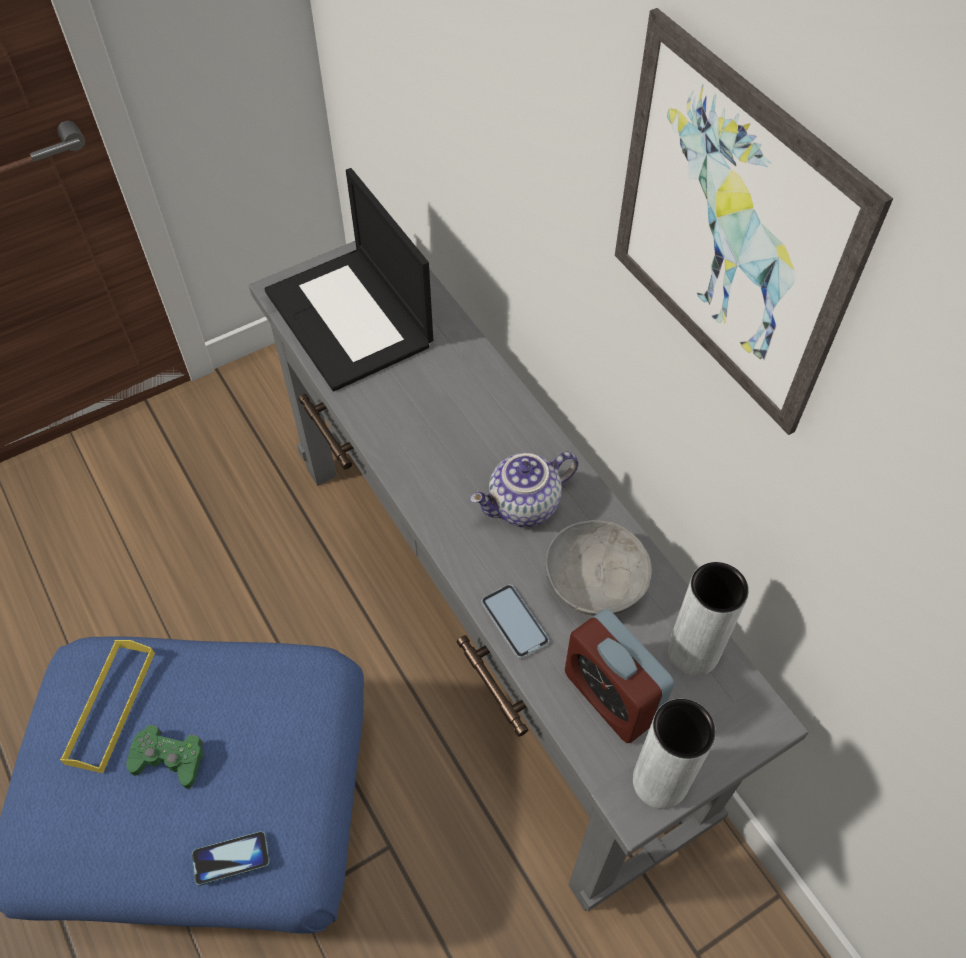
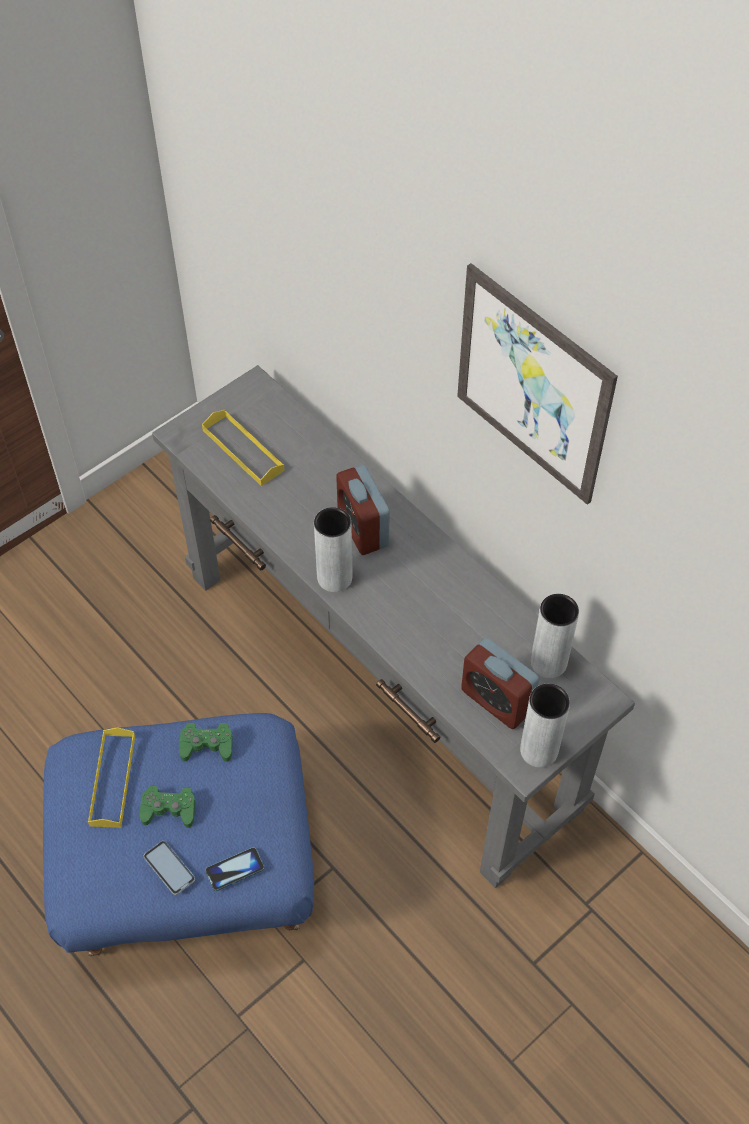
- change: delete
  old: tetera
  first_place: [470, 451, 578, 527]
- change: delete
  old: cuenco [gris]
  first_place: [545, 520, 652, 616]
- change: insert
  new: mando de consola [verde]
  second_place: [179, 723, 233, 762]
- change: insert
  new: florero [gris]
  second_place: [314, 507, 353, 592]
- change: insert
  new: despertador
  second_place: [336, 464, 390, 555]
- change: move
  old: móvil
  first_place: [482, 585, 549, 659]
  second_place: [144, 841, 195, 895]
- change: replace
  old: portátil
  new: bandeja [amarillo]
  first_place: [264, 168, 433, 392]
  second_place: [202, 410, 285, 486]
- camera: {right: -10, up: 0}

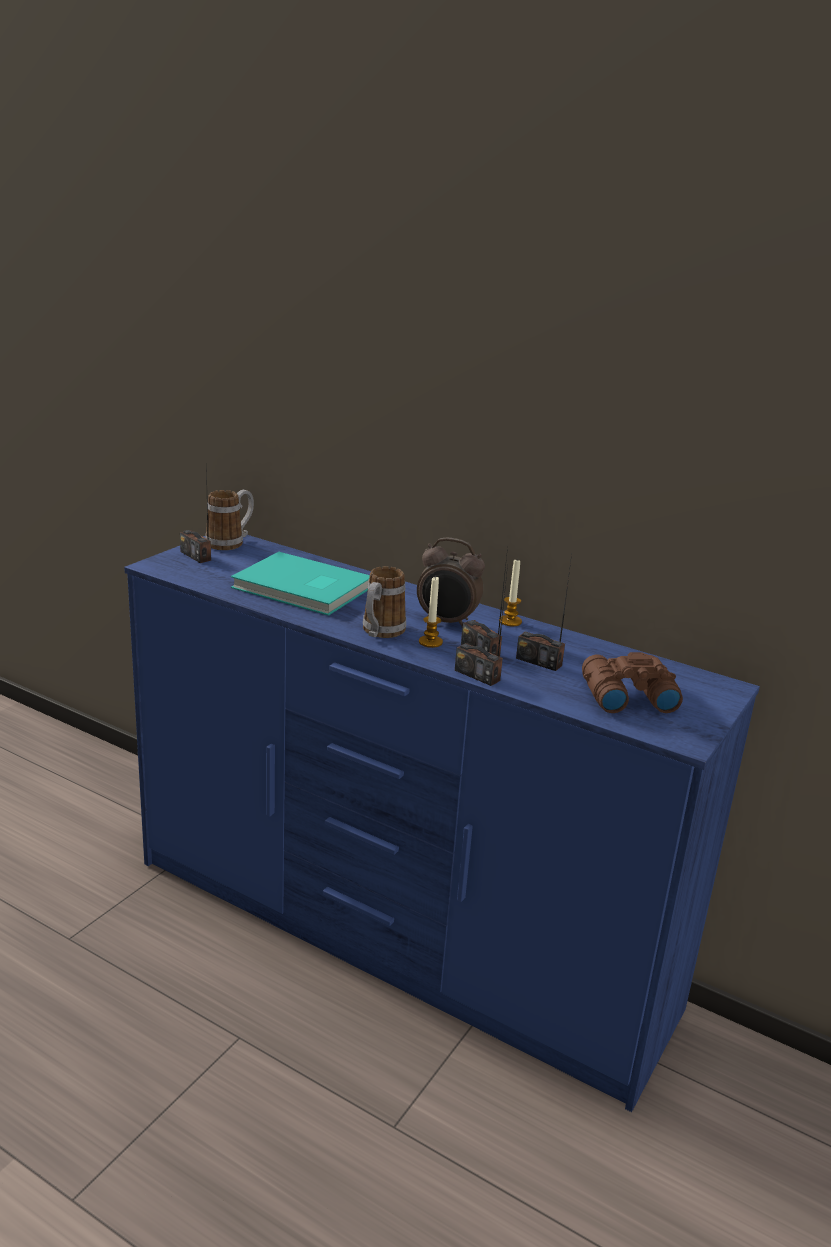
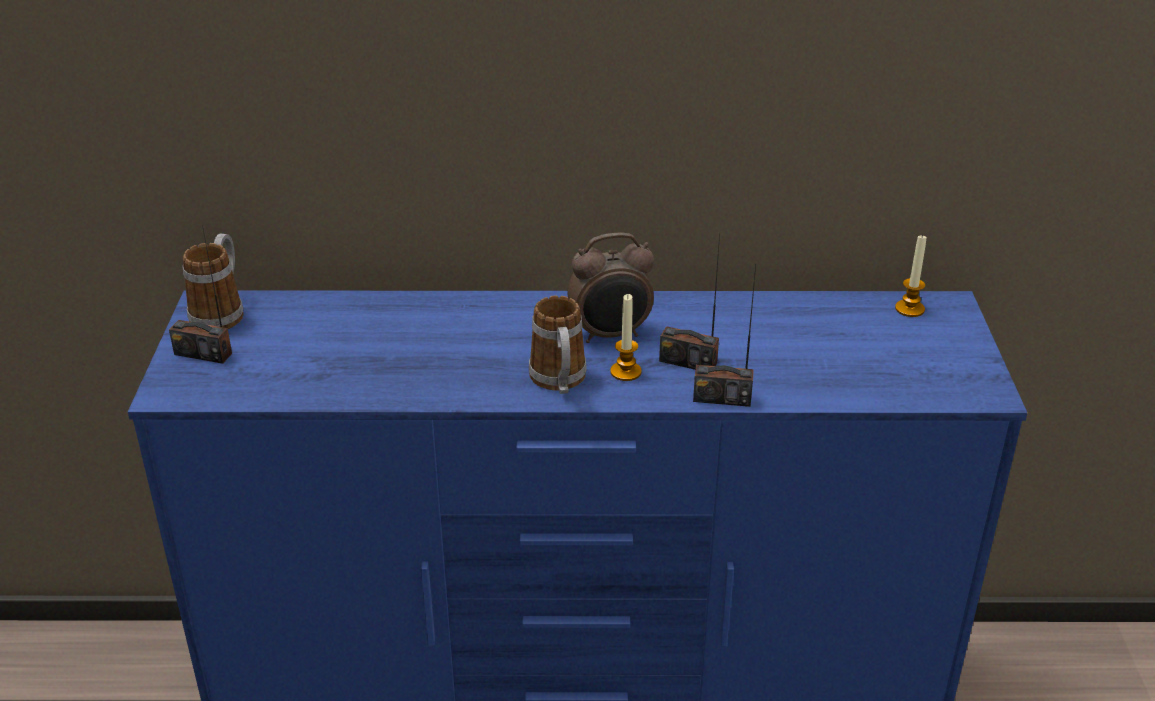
- change: delete
  old: libro [turquesa]
  first_place: [231, 552, 370, 616]
- change: delete
  old: radio
  first_place: [516, 554, 572, 671]
- change: delete
  old: prismáticos [marrón]
  first_place: [582, 652, 683, 713]
- change: move
  old: vela
  first_place: [499, 558, 522, 626]
  second_place: [895, 234, 927, 317]
- camera: {right: -30, up: 10}

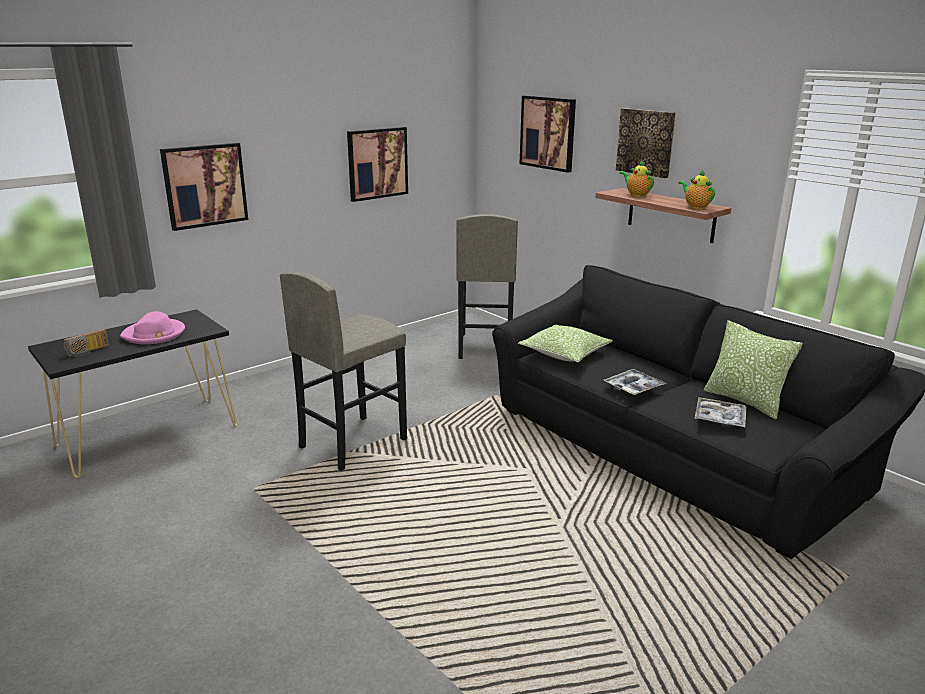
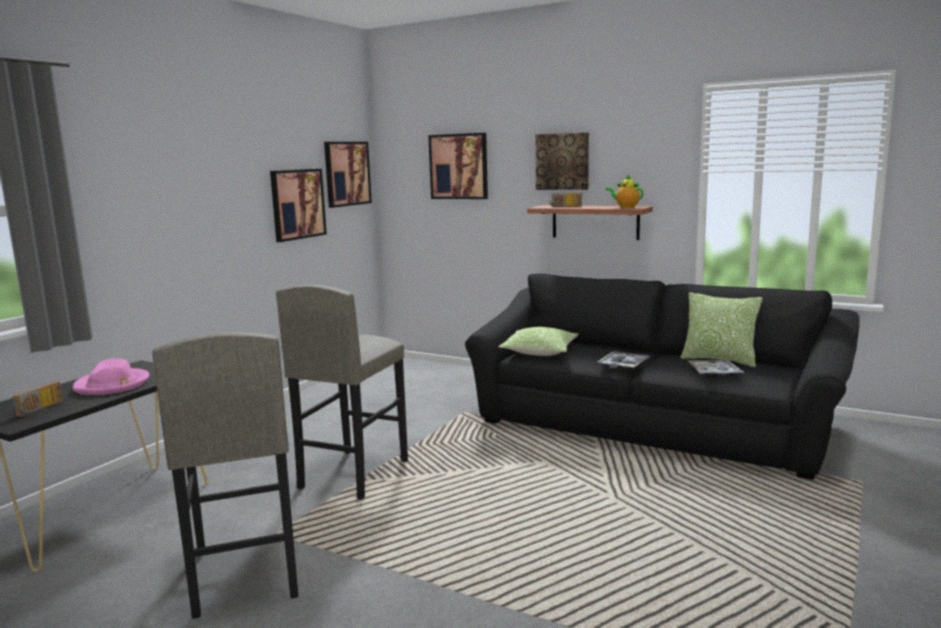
- change: move
  old: cuadro
  first_place: [160, 143, 248, 231]
  second_place: [324, 142, 372, 208]
- change: move
  old: taburete [gris]
  first_place: [456, 214, 518, 359]
  second_place: [152, 332, 298, 619]
- change: replace
  old: tetera
  new: radio
  first_place: [620, 160, 654, 197]
  second_place: [550, 193, 582, 207]
- camera: {right: -20, up: -10}

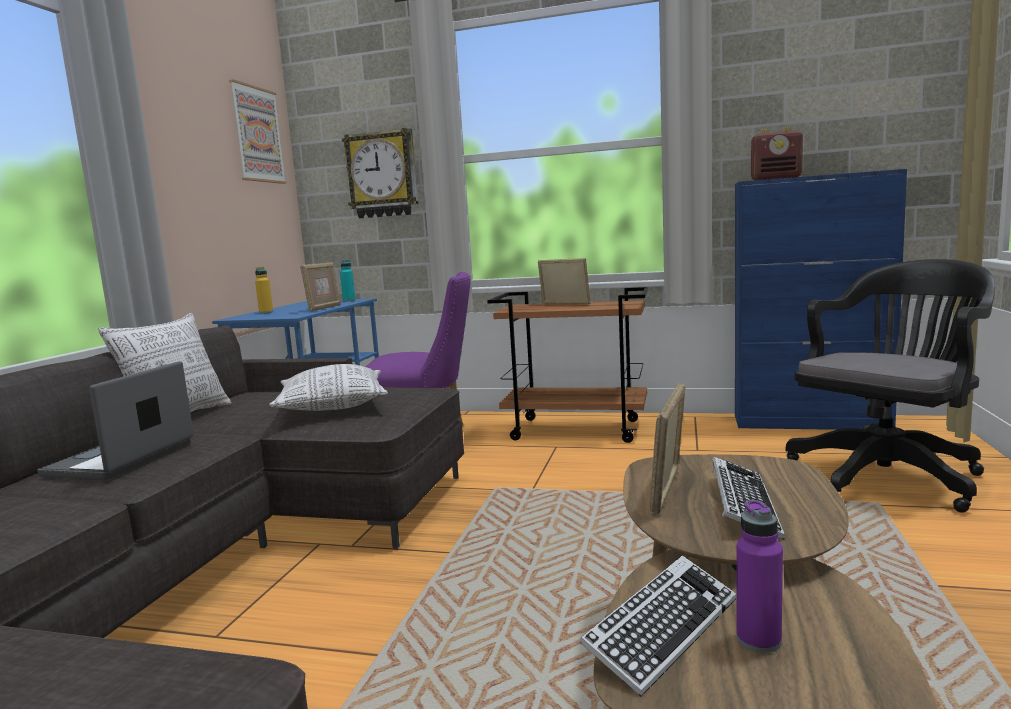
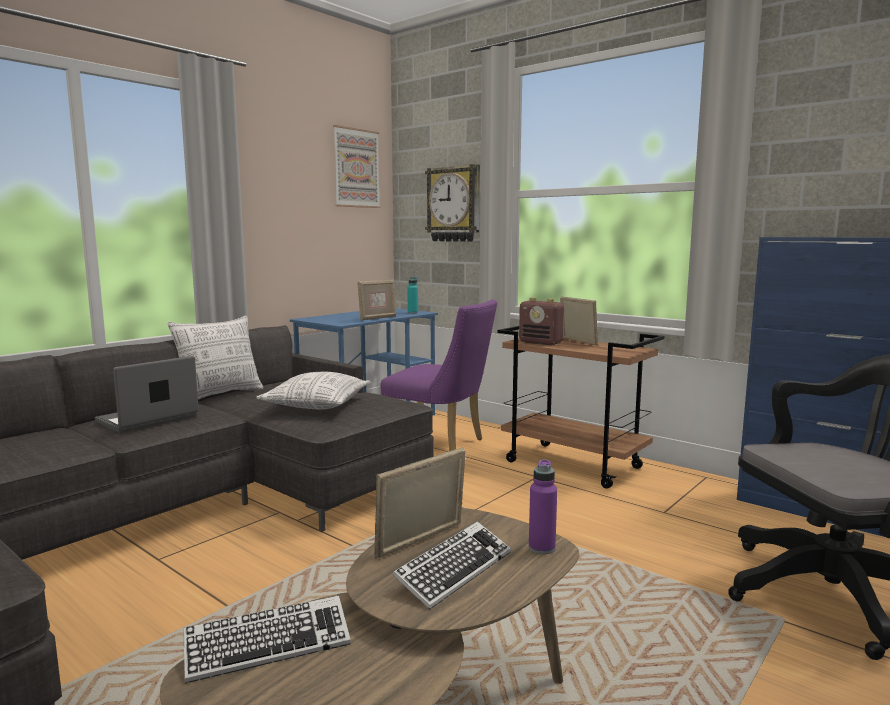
- change: delete
  old: botella [amarillo]
  first_place: [255, 267, 273, 314]
- change: move
  old: botella [morado]
  first_place: [736, 500, 783, 653]
  second_place: [529, 459, 557, 554]
- change: move
  old: radio
  first_place: [751, 127, 803, 180]
  second_place: [519, 298, 564, 345]
- camera: {right: 25, up: 0}

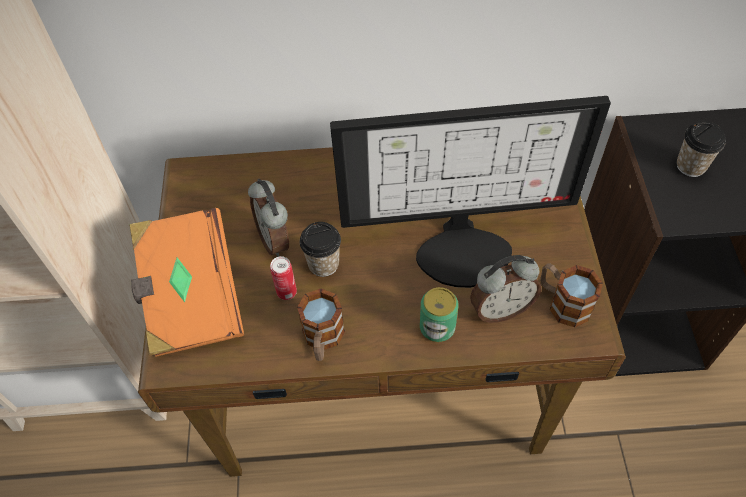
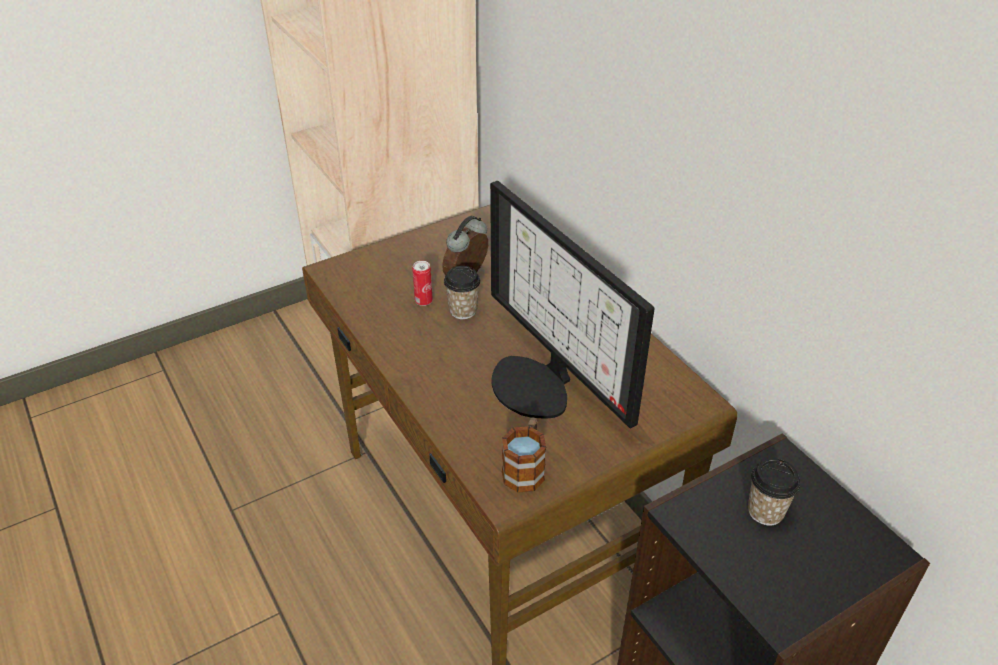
- change: delete
  old: libro [naranja]
  first_place: [129, 208, 244, 357]
- change: delete
  old: taza grande
  first_place: [297, 288, 345, 361]
- change: delete
  old: lata
  first_place: [420, 287, 459, 342]
- change: delete
  old: despertador
  first_place: [470, 255, 541, 323]
- camera: {right: 60, up: -15}

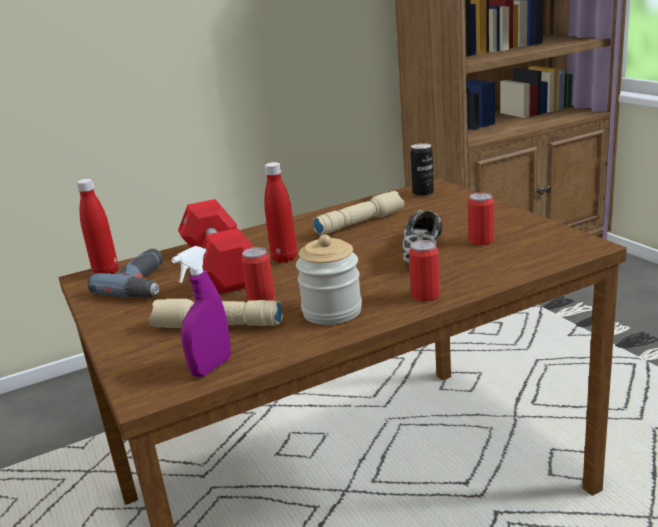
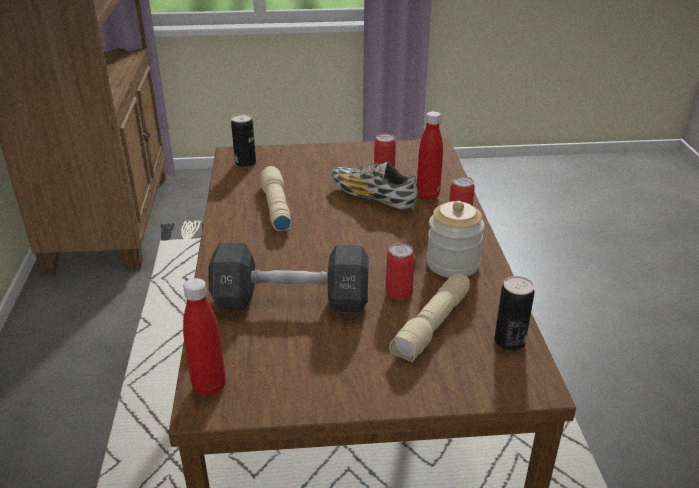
- change: delete
  old: taladro
  first_place: [87, 249, 163, 298]
- change: move
  old: botella [rojo]
  first_place: [264, 162, 297, 263]
  second_place: [417, 111, 443, 200]
- change: replace
  old: pulverizador [morado]
  new: lata
  first_place: [171, 246, 231, 377]
  second_place: [494, 276, 535, 351]
- change: recolor
  old: mancuerna [rojo]
  new: mancuerna [negro]
  first_place: [178, 199, 254, 294]
  second_place: [208, 243, 369, 313]
- camera: {right: -70, up: 10}

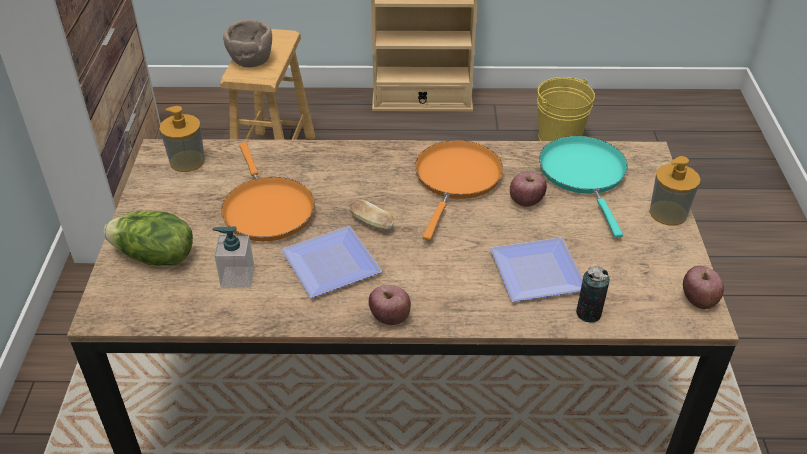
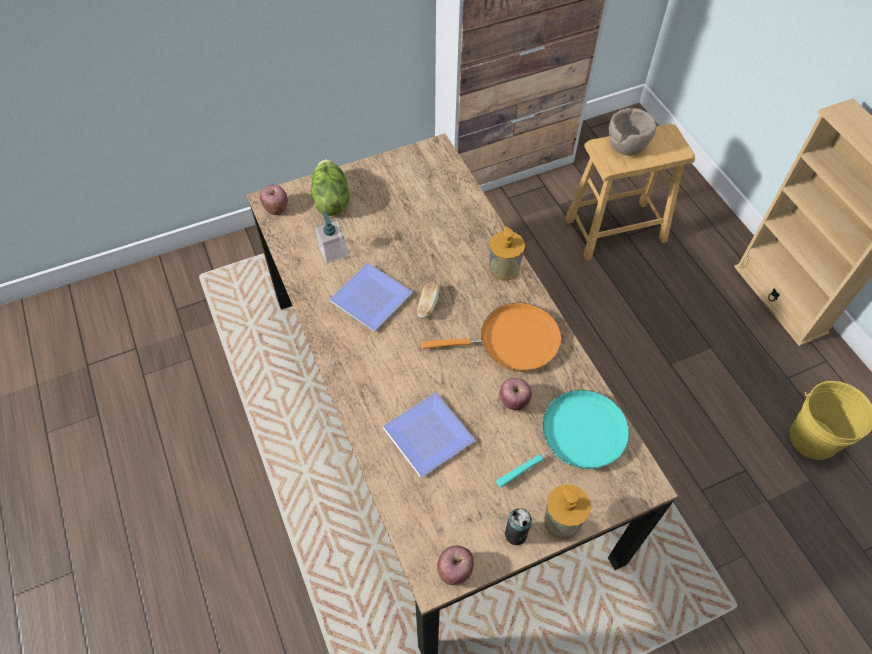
- change: delete
  old: sartén [naranja]
  first_place: [221, 142, 315, 241]
- change: move
  old: dispensador de jabón
  first_place: [159, 106, 205, 172]
  second_place: [489, 226, 525, 281]
- change: move
  old: manzana
  first_place: [369, 285, 411, 325]
  second_place: [260, 185, 288, 215]
- change: move
  old: lata
  first_place: [576, 266, 610, 323]
  second_place: [505, 508, 532, 545]
- camera: {right: 65, up: 15}

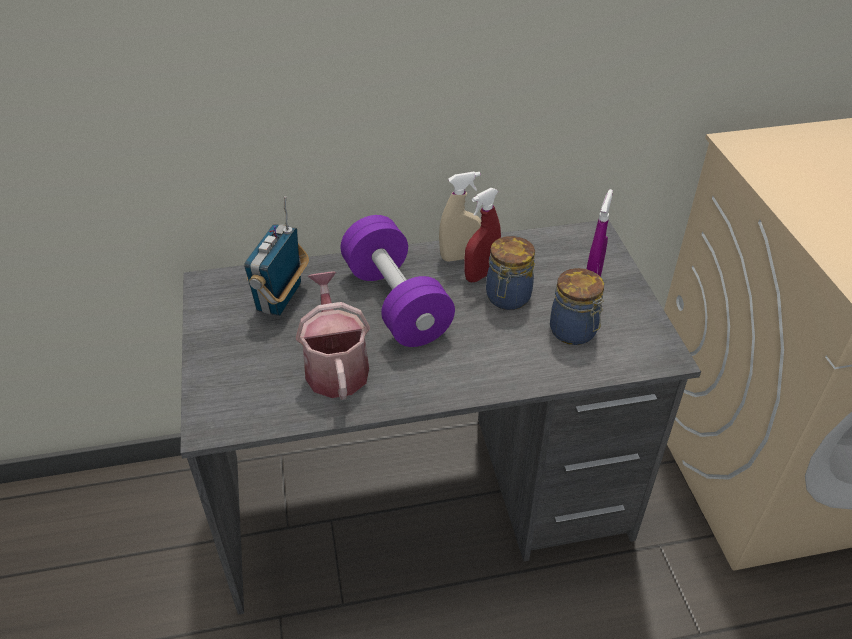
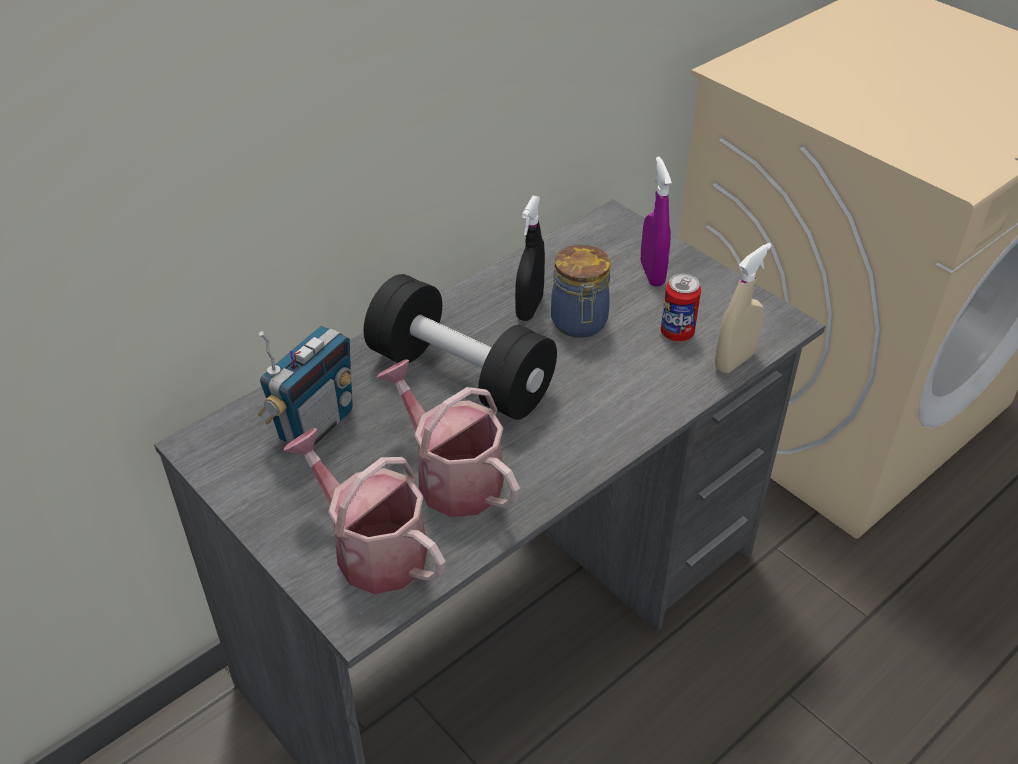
- change: insert
  new: regadera
  second_place: [283, 428, 446, 594]
- change: move
  old: pulverizador [beis]
  first_place: [439, 172, 482, 262]
  second_place: [715, 243, 772, 373]
- change: replace
  old: tarro
  new: lata
  first_place: [550, 268, 604, 345]
  second_place: [661, 274, 701, 342]
- change: recolor
  old: mancuerna [morado]
  new: mancuerna [negro]
  first_place: [341, 215, 455, 347]
  second_place: [364, 274, 557, 420]
- change: recolor
  old: pulverizador [rojo]
  new: pulverizador [negro]
  first_place: [464, 188, 501, 282]
  second_place: [515, 196, 545, 321]
- change: rotate
  old: radio
  first_place: [244, 196, 309, 316]
  second_place: [257, 325, 353, 447]
  degrees: -135
- camera: {right: -30, up: 0}

